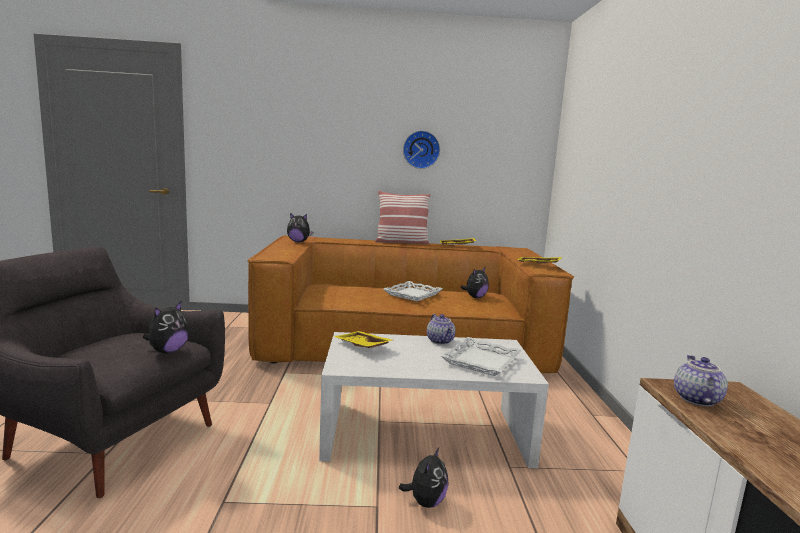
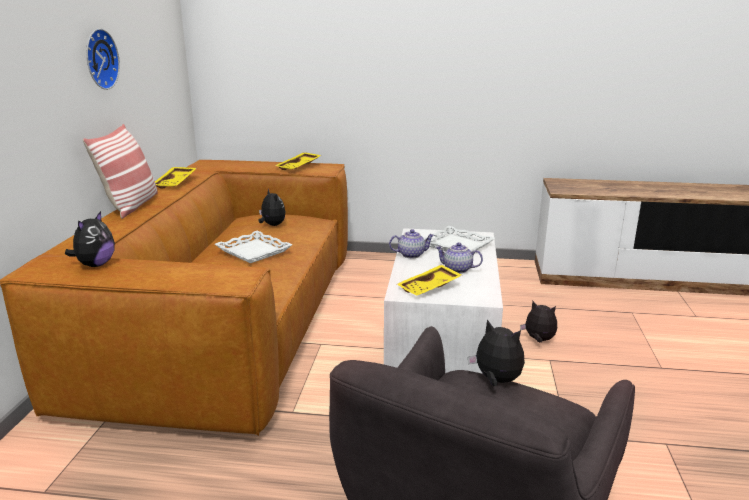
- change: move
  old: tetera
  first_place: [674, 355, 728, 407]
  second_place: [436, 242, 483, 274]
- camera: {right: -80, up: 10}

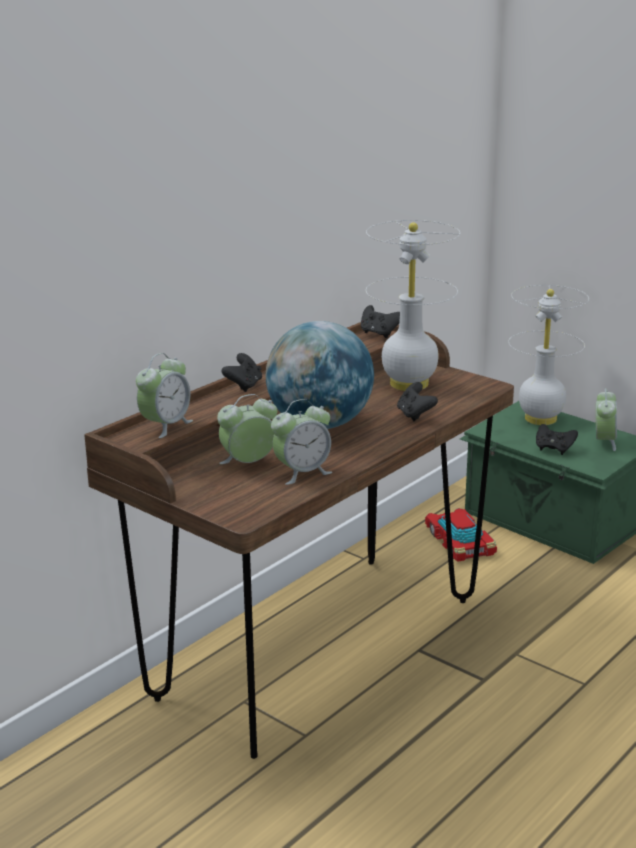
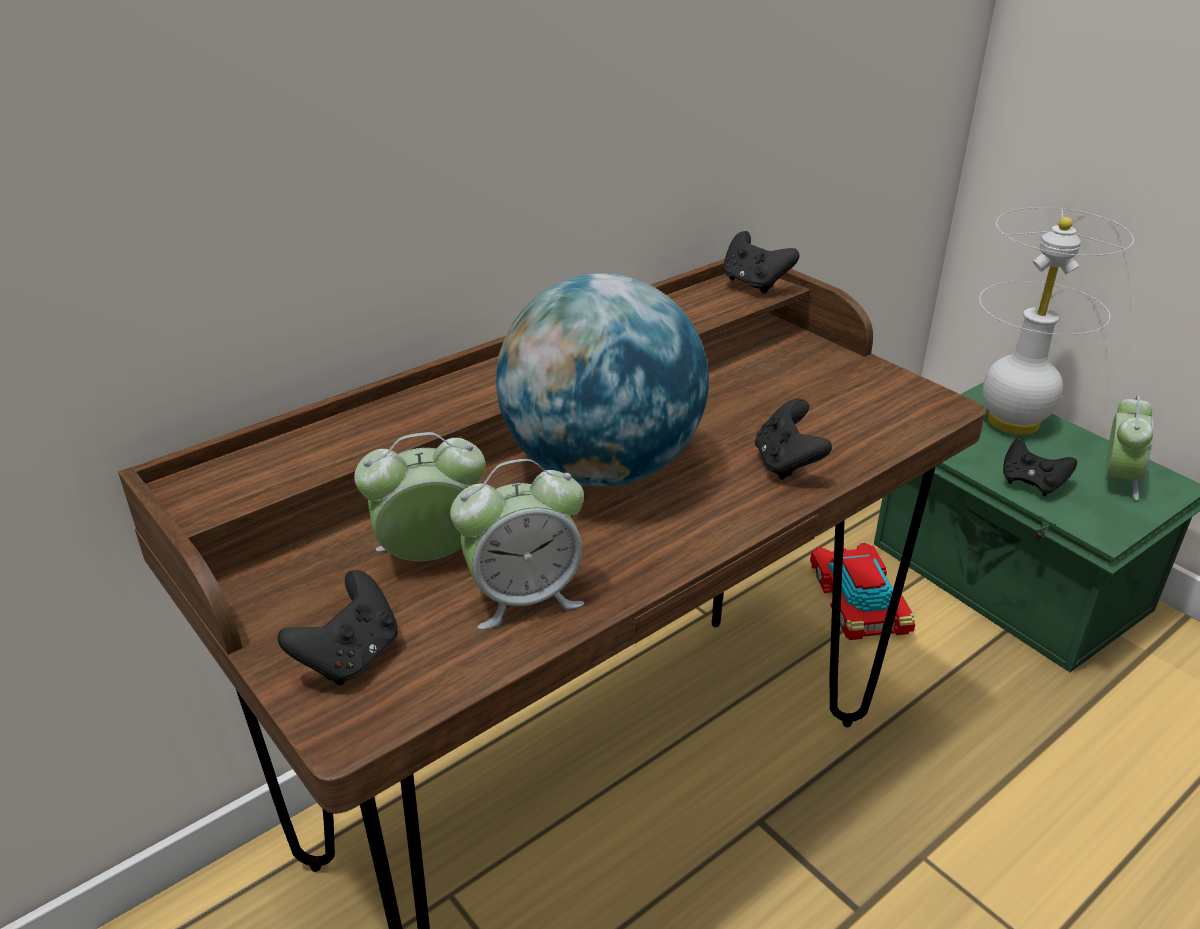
- change: delete
  old: despertador
  first_place: [136, 353, 193, 438]
- change: delete
  old: lámpara de mesa [blanco]
  first_place: [366, 220, 460, 391]
- change: move
  old: mando de consola [negro]
  first_place: [221, 353, 262, 392]
  second_place: [277, 570, 398, 685]
- camera: {right: 10, up: 10}

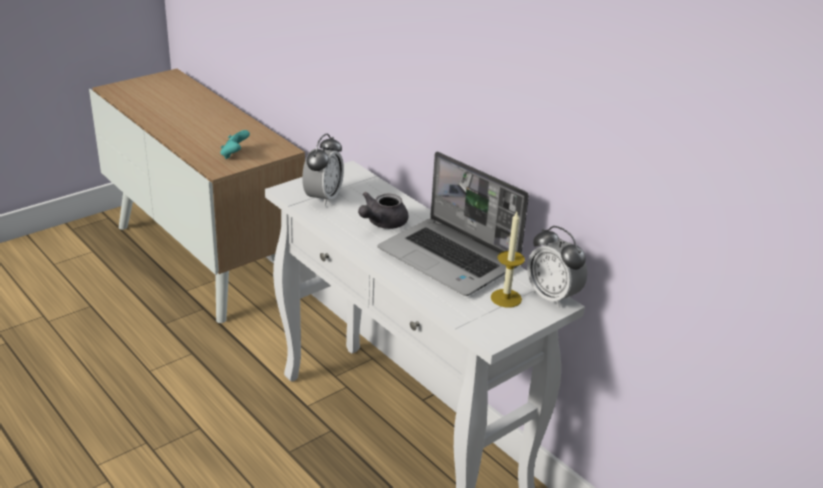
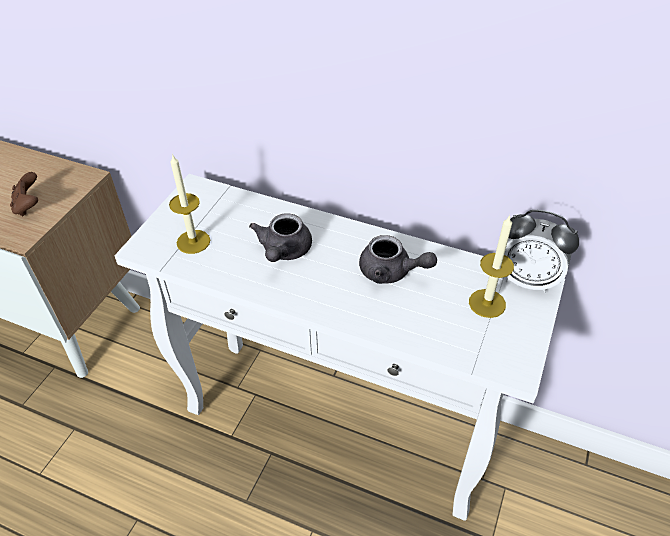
- change: replace
  old: despertador
  new: vela
  first_place: [302, 133, 344, 206]
  second_place: [169, 154, 210, 254]
- change: replace
  old: portátil
  new: tetera [gris]
  first_place: [378, 152, 529, 296]
  second_place: [359, 235, 437, 284]
- change: recolor
  old: mando de consola [turquesa]
  new: mando de consola [marrón]
  first_place: [220, 130, 250, 159]
  second_place: [10, 172, 38, 217]
- camera: {right: -25, up: 15}

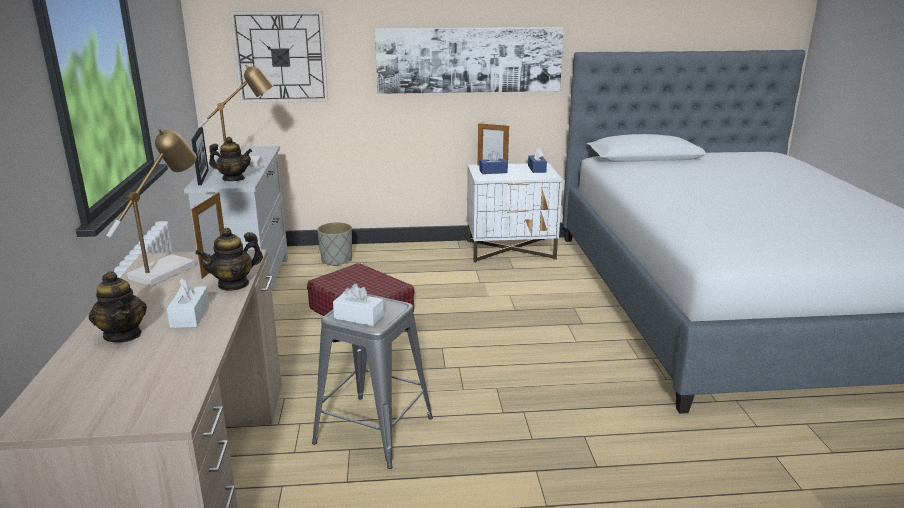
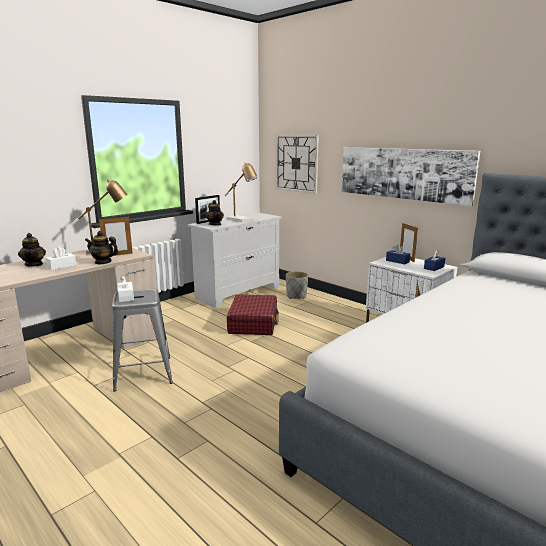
- change: rotate
  old: tetera
  first_place: [89, 271, 147, 343]
  second_place: [18, 233, 46, 267]
  degrees: -45
- camera: {right: 50, up: -5}

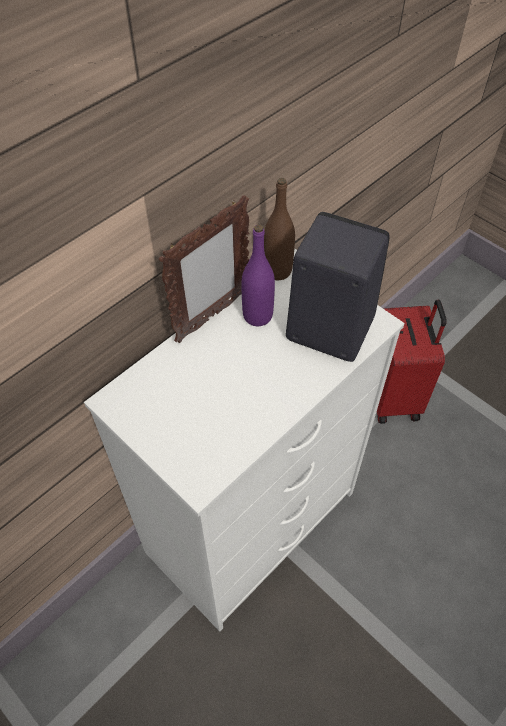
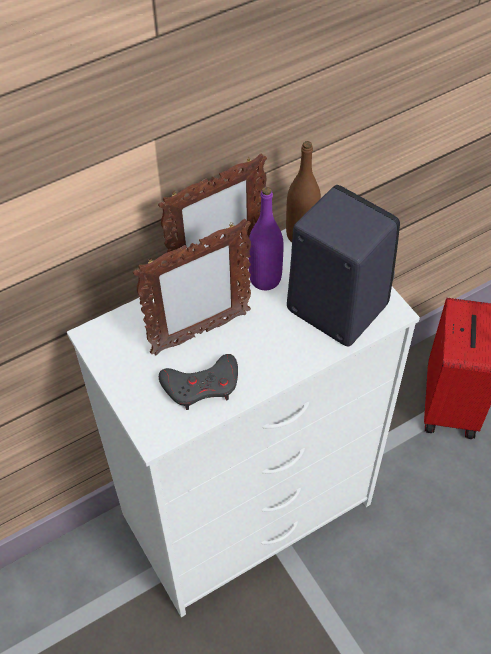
- change: insert
  new: portarretratos
  second_place: [133, 219, 251, 356]
- change: insert
  new: mando de consola [gris]
  second_place: [159, 354, 238, 410]
- camera: {right: 15, up: 0}

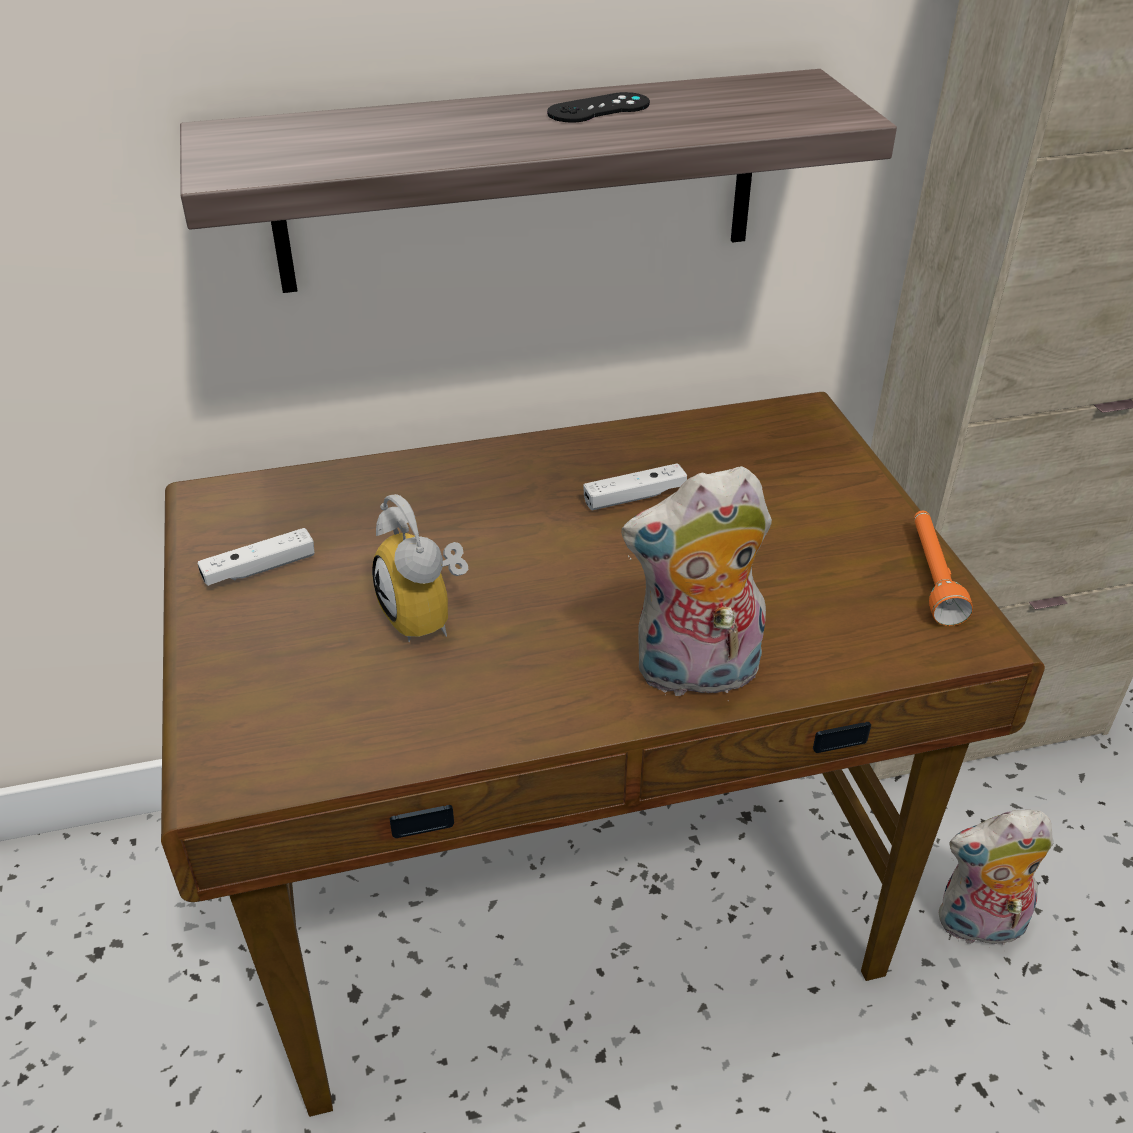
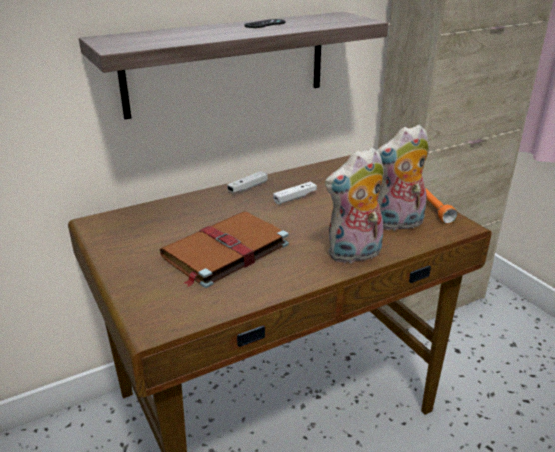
- change: move
  old: mando de consola [blanco]
  first_place: [198, 528, 315, 586]
  second_place: [227, 171, 268, 193]
- change: move
  old: peluche
  first_place: [939, 810, 1054, 951]
  second_place: [377, 125, 429, 231]
- change: replace
  old: despertador
  new: libro [marrón]
  first_place: [372, 494, 468, 642]
  second_place: [160, 212, 289, 288]
- camera: {right: -15, up: -10}

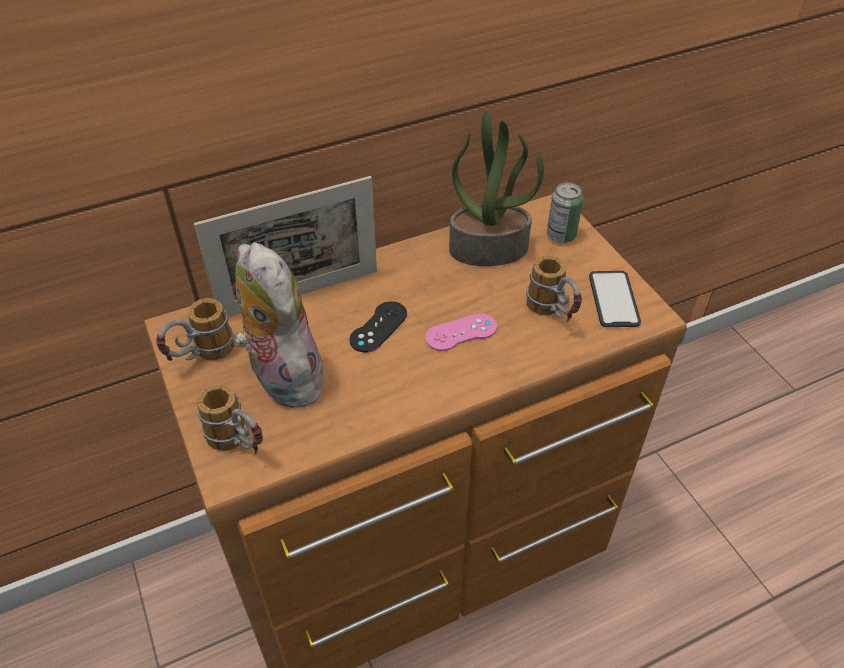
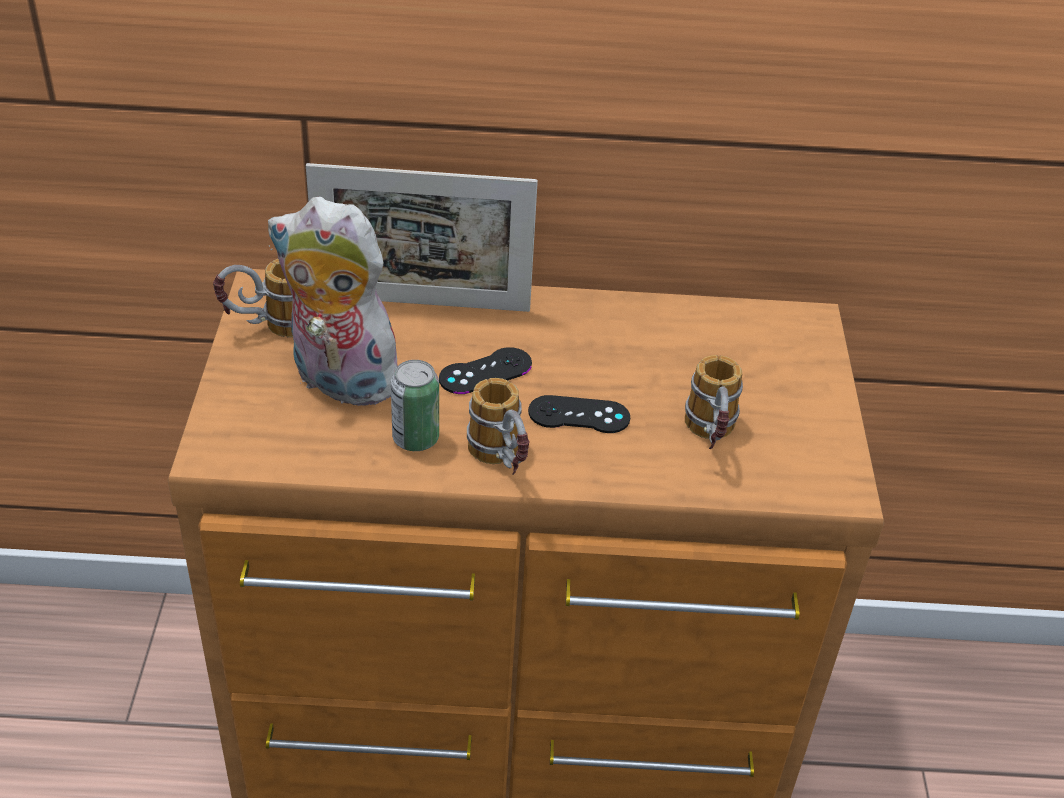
- change: delete
  old: planta en maceta
  first_place: [449, 110, 544, 266]
- change: delete
  old: móvil
  first_place: [589, 271, 641, 327]
- change: move
  old: taza grande
  first_place: [197, 384, 263, 455]
  second_place: [467, 378, 530, 475]
- change: move
  old: lata
  first_place: [547, 182, 583, 243]
  second_place: [391, 360, 439, 451]
- change: recolor
  old: mando de consola [rosa]
  new: mando de consola [negro]
  first_place: [425, 313, 497, 351]
  second_place: [528, 395, 630, 433]
- change: rotate
  old: peluche
  first_place: [234, 242, 329, 408]
  second_place: [268, 197, 398, 409]
  degrees: -60
- camera: {right: 25, up: -5}

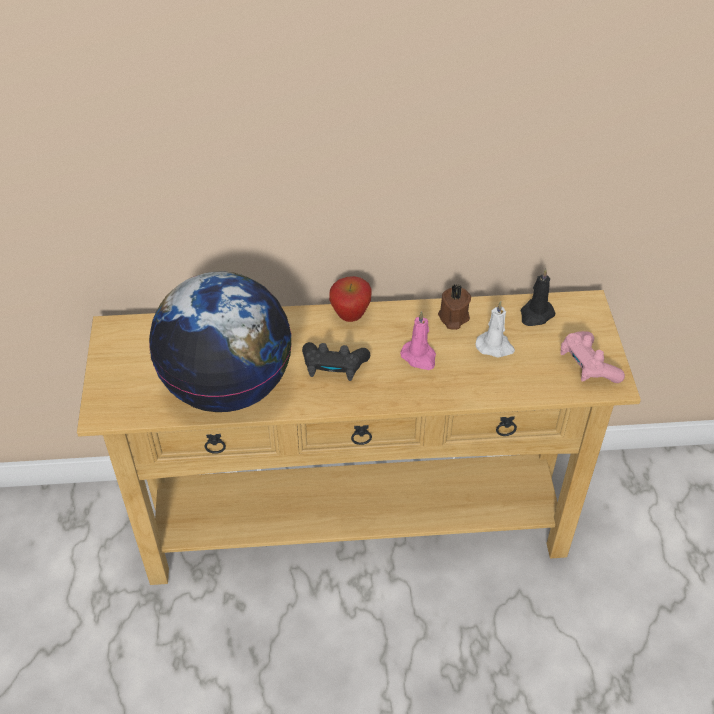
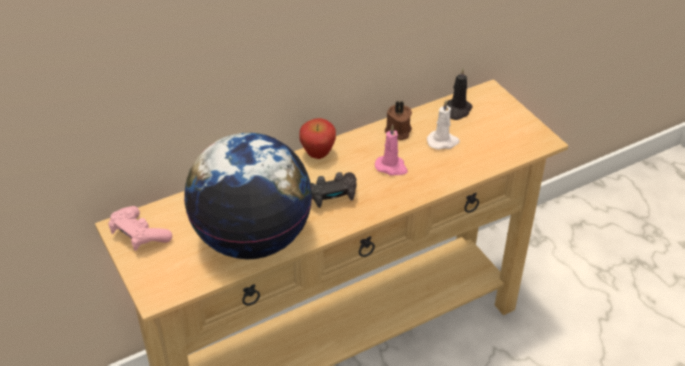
- change: move
  old: mando de consola [rosa]
  first_place: [560, 331, 625, 383]
  second_place: [108, 206, 172, 251]
- camera: {right: -25, up: -5}

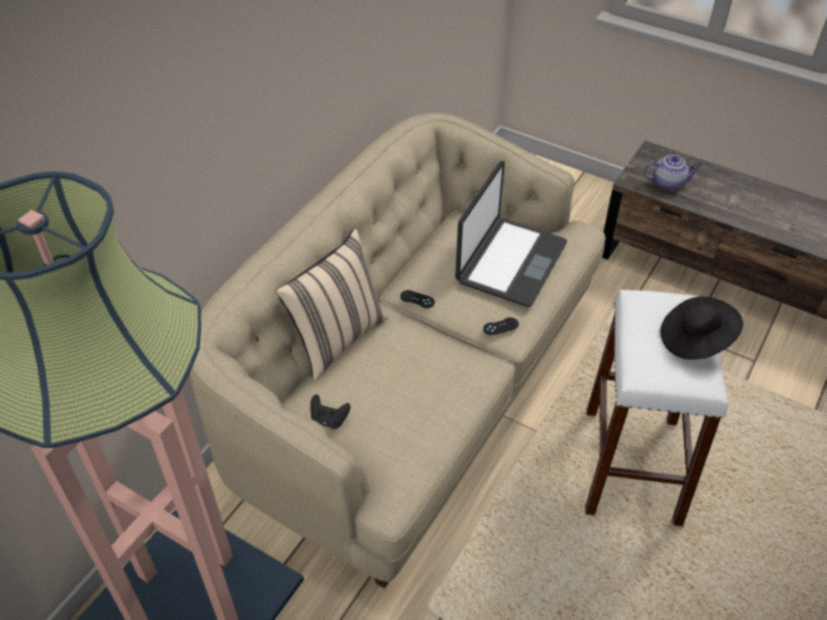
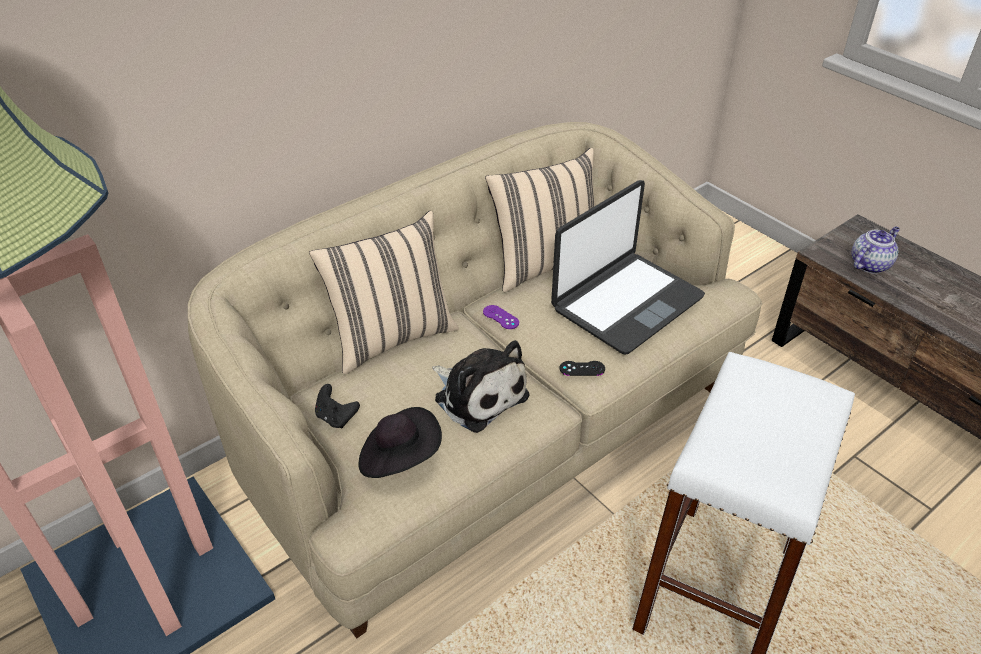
- change: insert
  new: peluche
  second_place: [432, 340, 529, 433]
- change: insert
  new: cojín [beis]
  second_place: [485, 148, 595, 292]
- change: move
  old: sombrero [negro]
  first_place: [661, 297, 743, 360]
  second_place: [358, 407, 442, 478]
- change: recolor
  old: mando de consola [negro]
  new: mando de consola [morado]
  first_place: [400, 290, 435, 308]
  second_place: [483, 305, 519, 329]
- change: rotate
  old: tetera
  first_place: [643, 155, 702, 190]
  second_place: [852, 227, 900, 274]
  degrees: -60
- camera: {right: 20, up: -5}

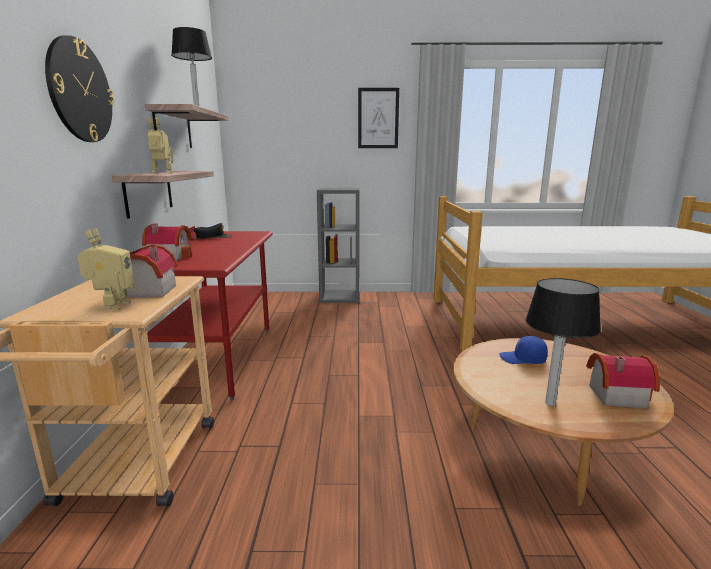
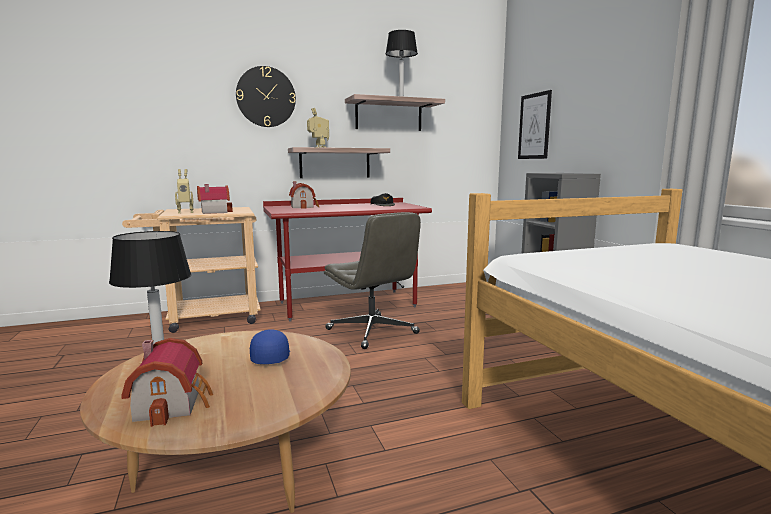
- change: insert
  new: silla de oficina [gris]
  second_place: [324, 212, 421, 349]
- change: move
  old: cuadro
  first_place: [358, 88, 399, 148]
  second_place: [518, 90, 552, 159]
- camera: {right: 70, up: -5}

